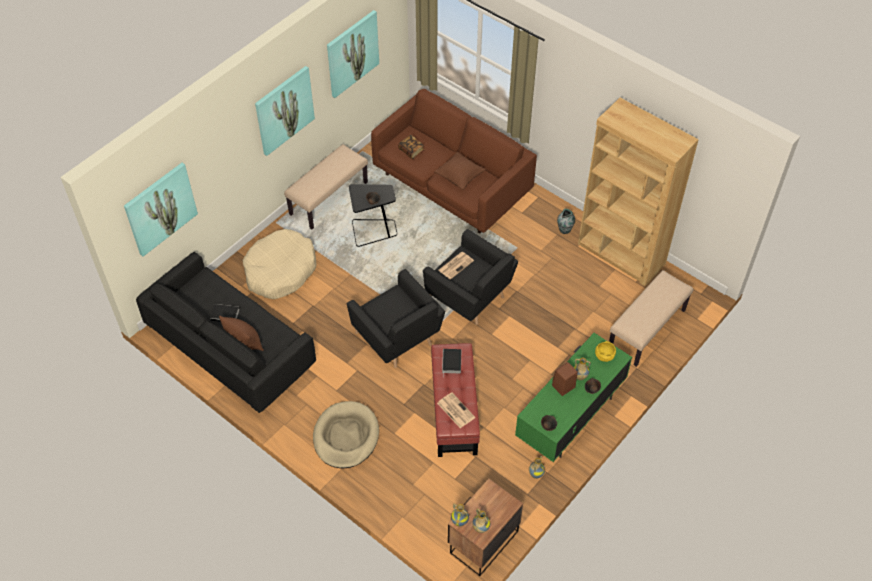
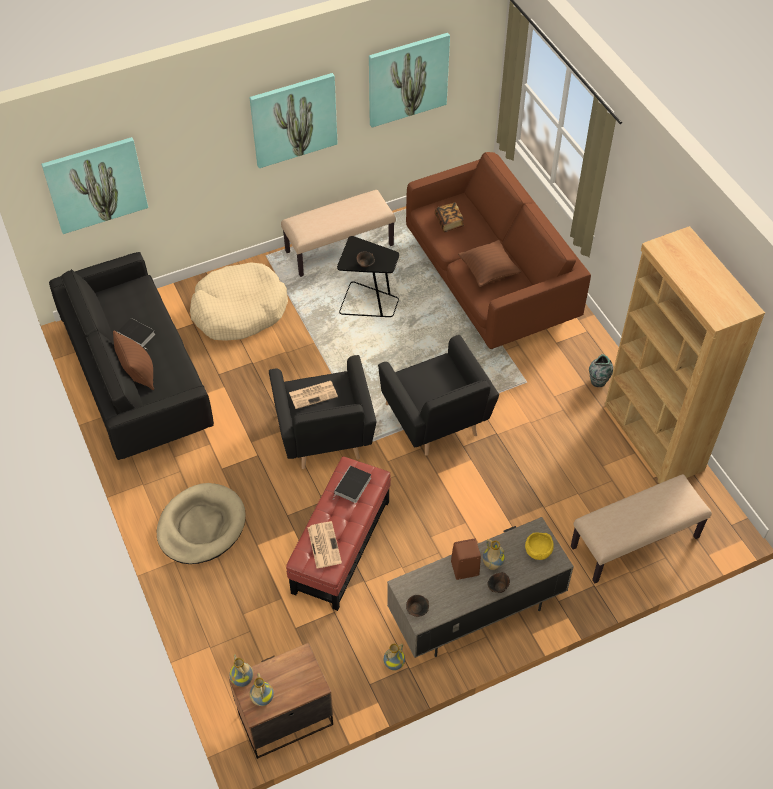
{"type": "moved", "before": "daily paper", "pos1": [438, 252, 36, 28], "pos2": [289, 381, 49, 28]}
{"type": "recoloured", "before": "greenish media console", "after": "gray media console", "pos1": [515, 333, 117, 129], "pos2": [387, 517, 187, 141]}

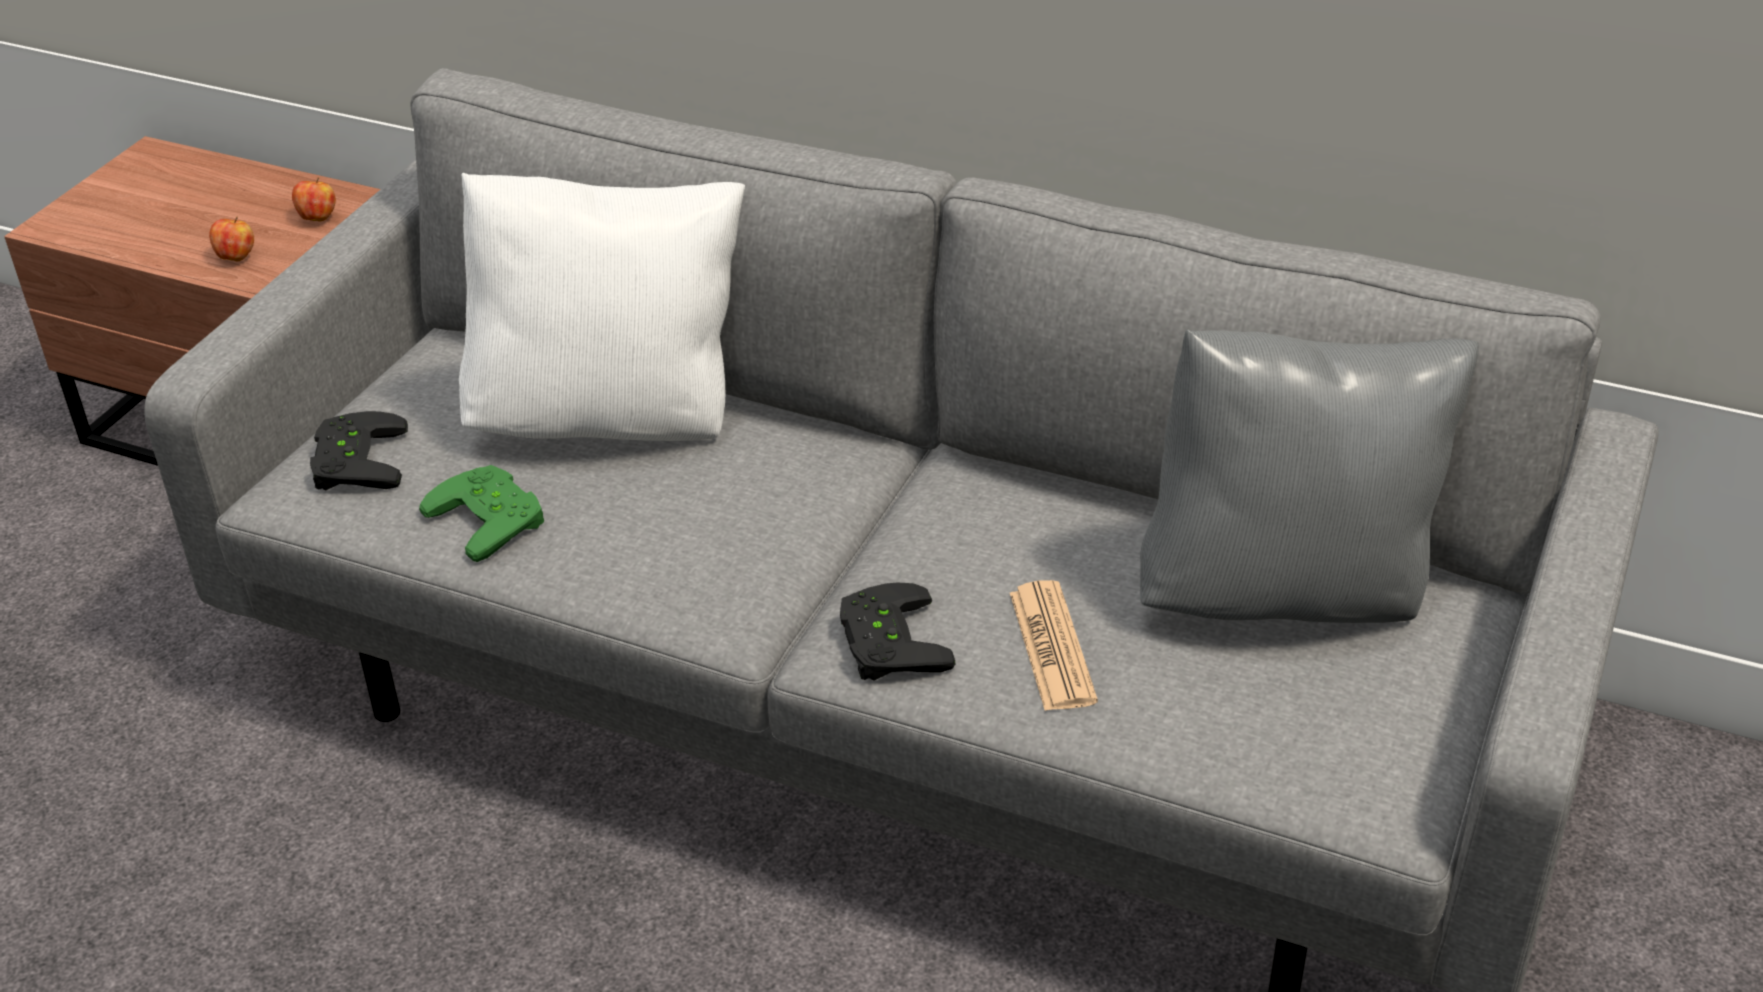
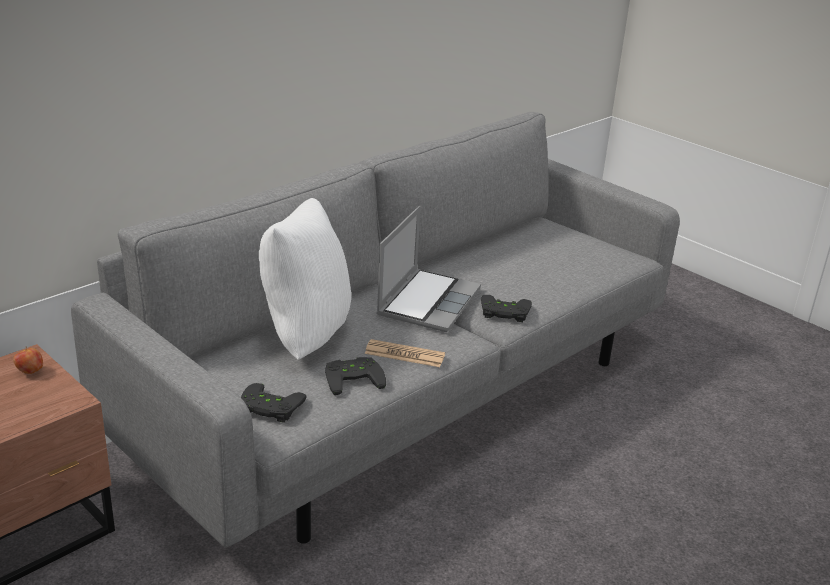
{"type": "recoloured", "before": "greenish joypad", "after": "blackish joypad", "pos1": [419, 465, 125, 97], "pos2": [325, 357, 61, 38]}
{"type": "moved", "before": "daily paper", "pos1": [1010, 580, 88, 131], "pos2": [365, 339, 80, 28]}
{"type": "added", "after": "notebook computer", "pos2": [376, 206, 105, 126]}
{"type": "removed", "before": "apple", "pos1": [209, 216, 45, 45]}
{"type": "removed", "before": "gray pillow", "pos1": [1140, 330, 339, 293]}

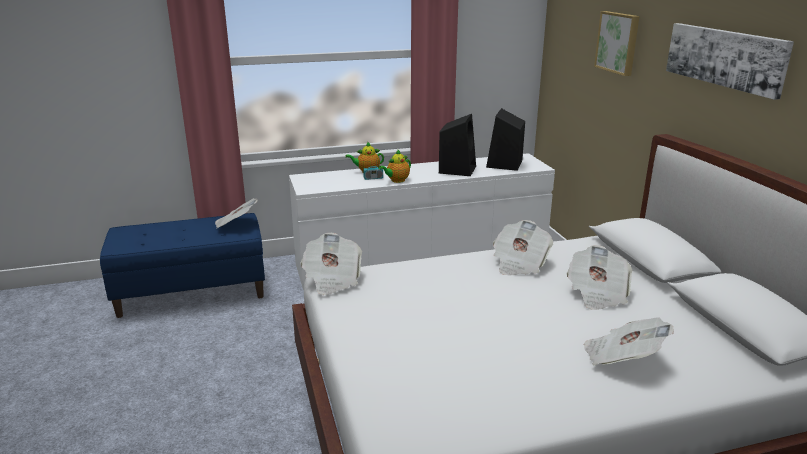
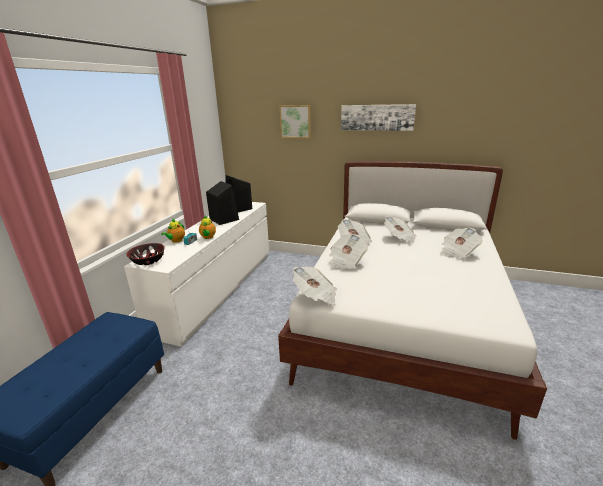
{"type": "added", "after": "deep dish", "pos2": [126, 243, 39, 22]}
{"type": "moved", "before": "daily paper", "pos1": [215, 198, 43, 31], "pos2": [329, 234, 39, 35]}

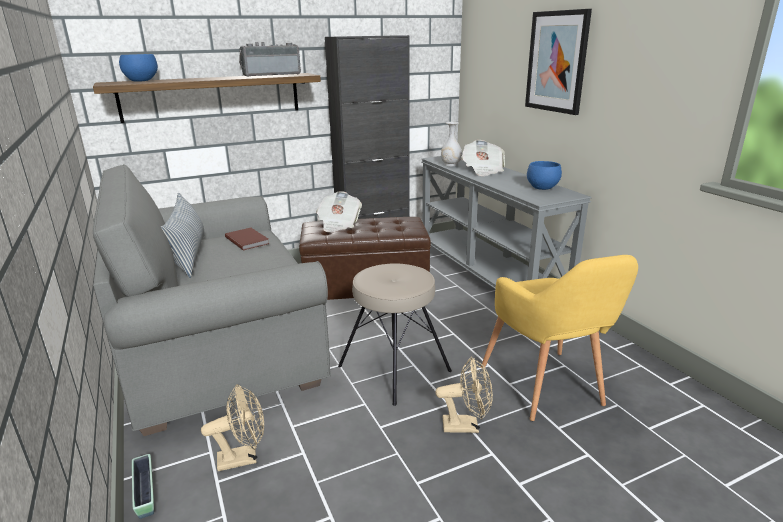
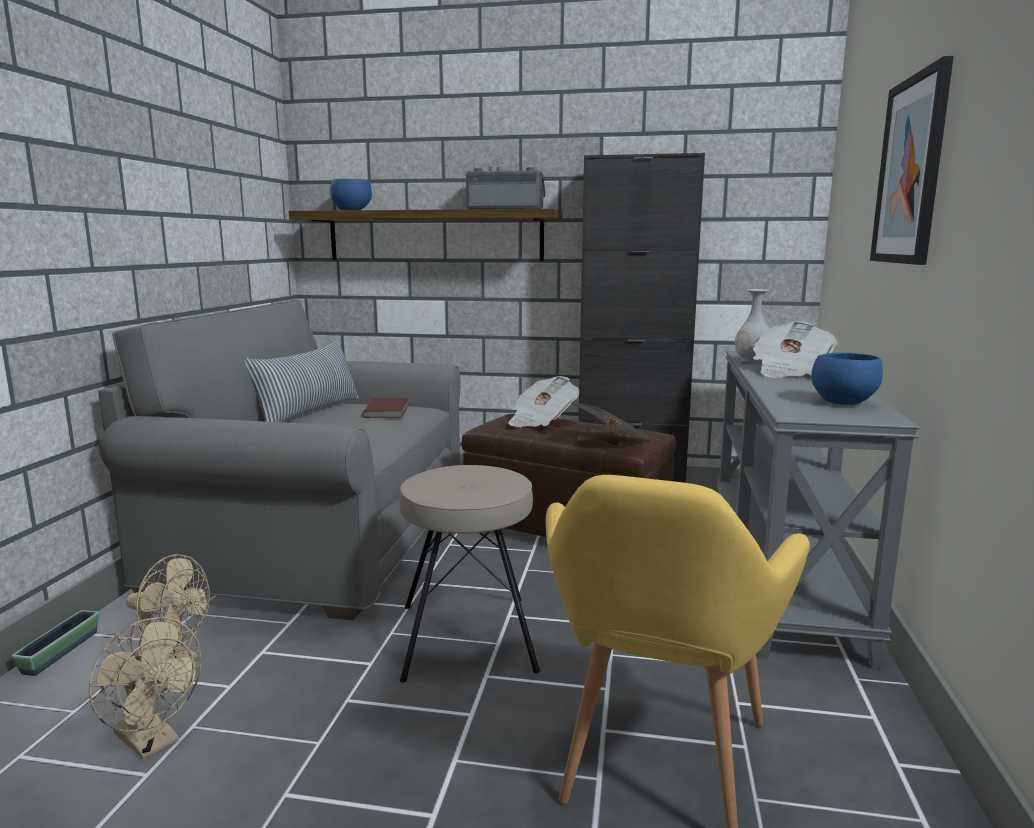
{"type": "moved", "before": "beige-coloured cooling fan", "pos1": [436, 357, 57, 76], "pos2": [88, 617, 114, 143]}
{"type": "added", "after": "daily paper", "pos2": [574, 403, 78, 36]}

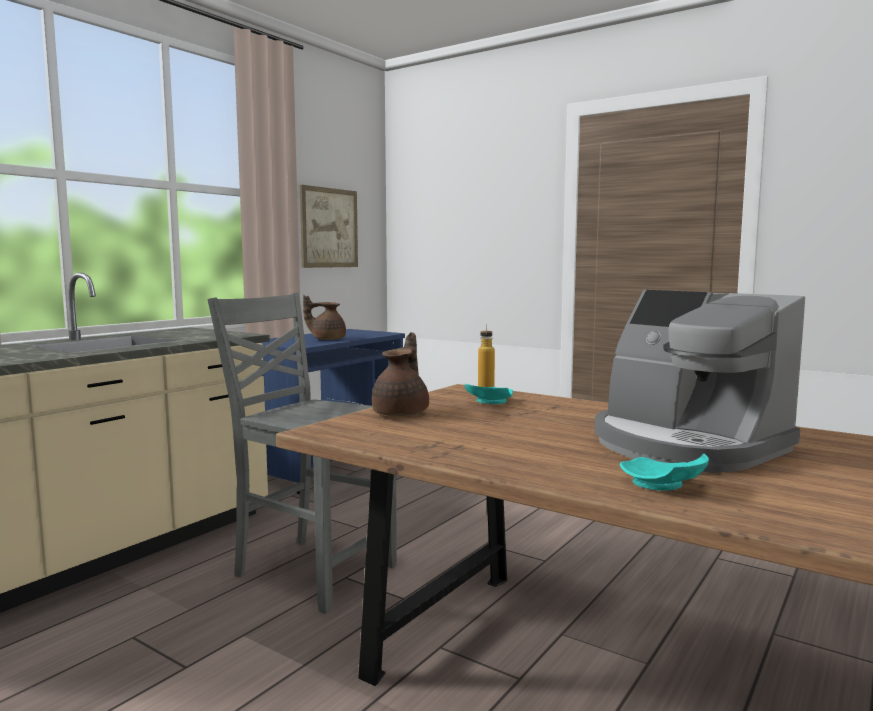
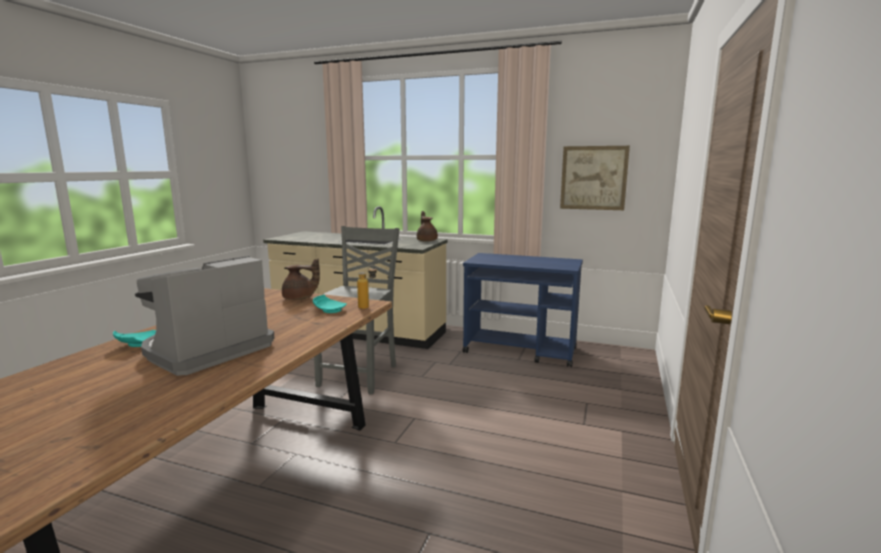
{"type": "moved", "before": "brown tea pot", "pos1": [303, 295, 43, 45], "pos2": [417, 211, 21, 31]}

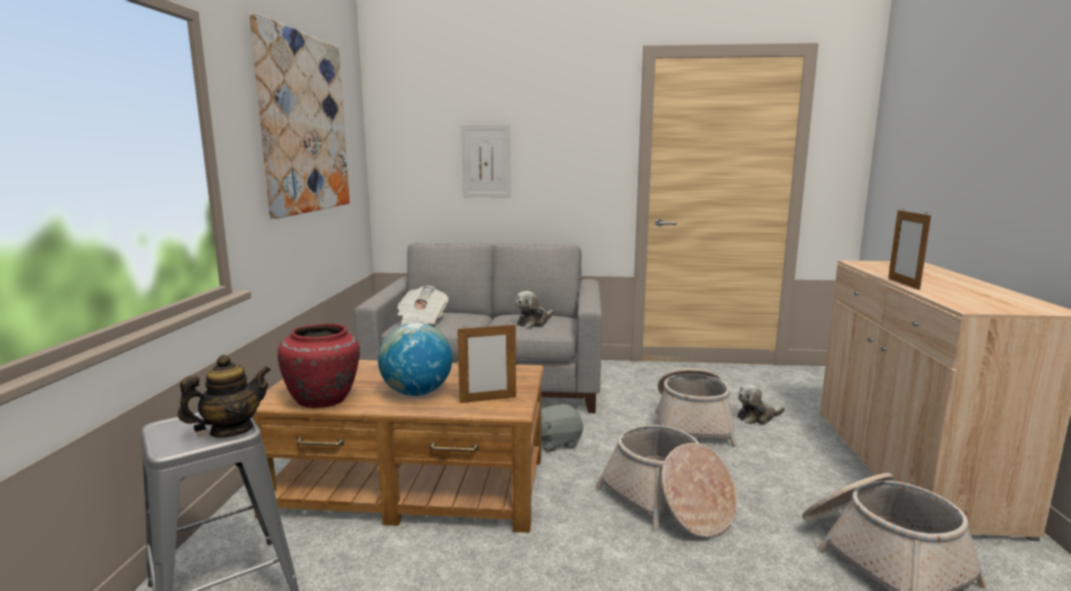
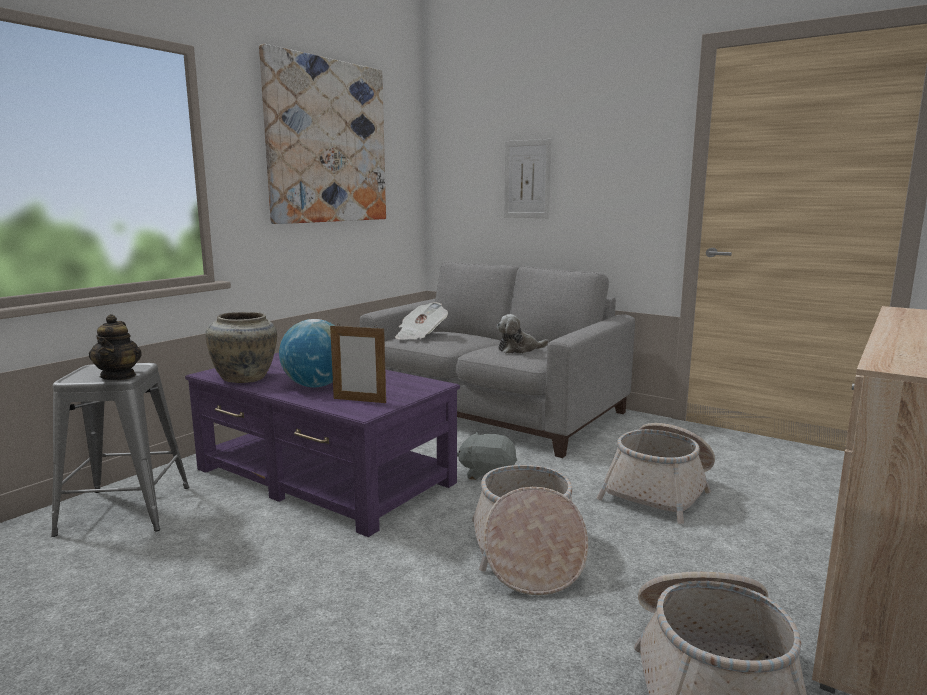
{"type": "turned", "before": "tea pot", "pos1": [178, 355, 93, 83], "pos2": [89, 314, 53, 66], "turn": 90}
{"type": "recoloured", "before": "brown low table", "after": "purplish low table", "pos1": [252, 360, 292, 173], "pos2": [185, 353, 275, 184]}
{"type": "recoloured", "before": "reddish vase", "after": "beige-coloured vase", "pos1": [278, 324, 82, 84], "pos2": [205, 312, 72, 71]}
{"type": "removed", "before": "soft toy", "pos1": [737, 384, 48, 40]}
{"type": "removed", "before": "photo frame", "pos1": [888, 208, 43, 82]}

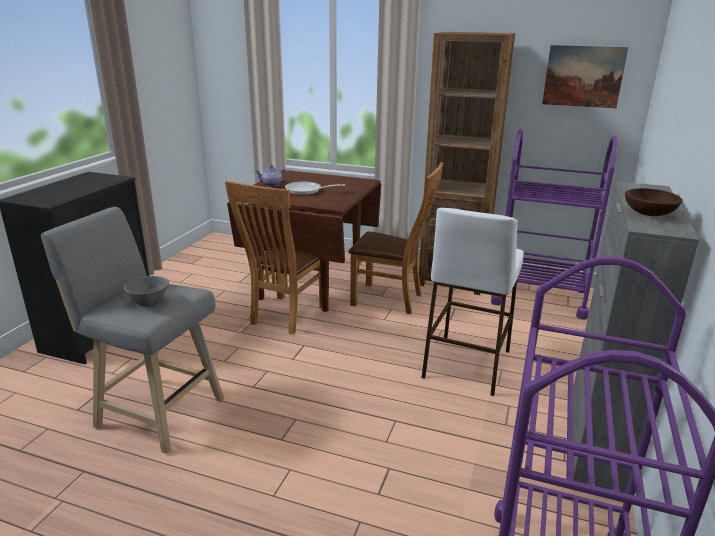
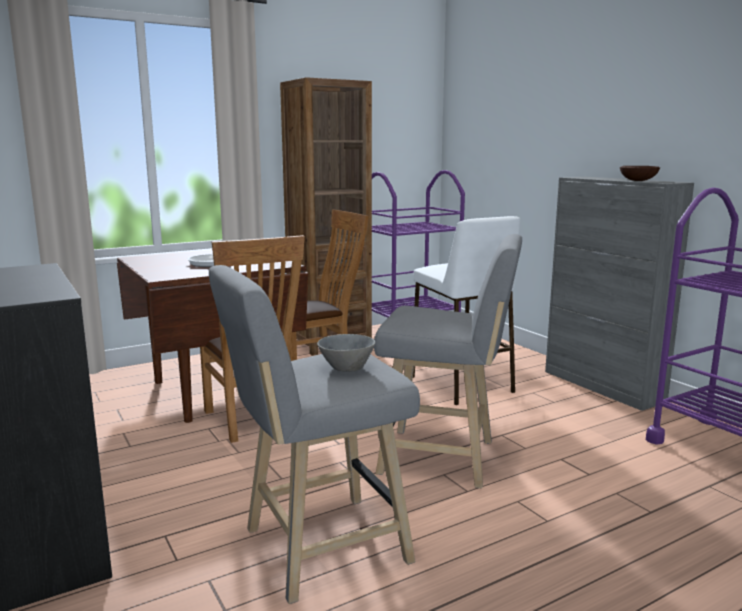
{"type": "added", "after": "gray stool", "pos2": [374, 234, 148, 254]}
{"type": "removed", "before": "tea pot", "pos1": [255, 165, 34, 22]}
{"type": "removed", "before": "wall art", "pos1": [542, 45, 86, 63]}

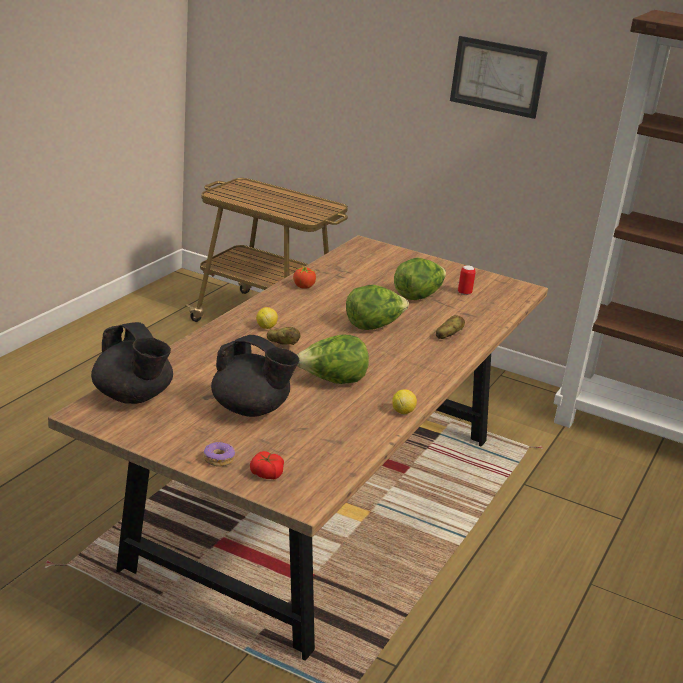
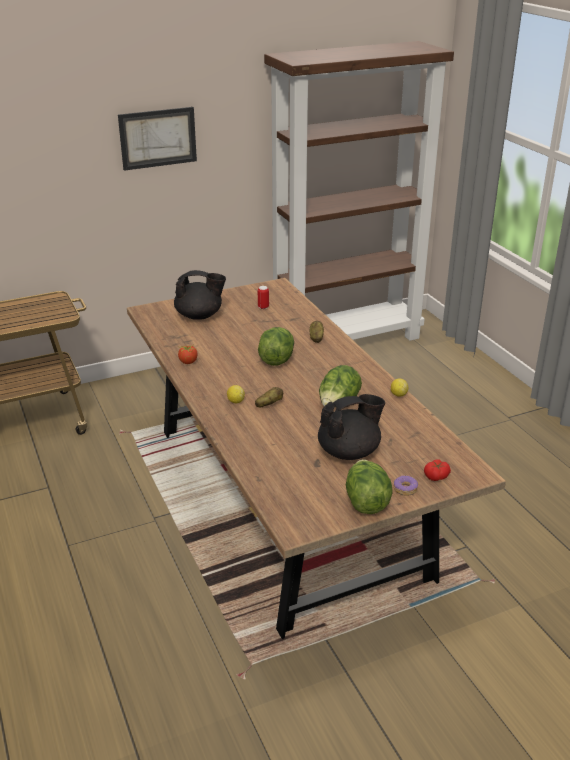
{"type": "moved", "before": "blackish tea pot", "pos1": [91, 322, 82, 82], "pos2": [174, 270, 52, 50]}
{"type": "moved", "before": "head of lettuce", "pos1": [394, 258, 52, 42], "pos2": [346, 459, 47, 55]}

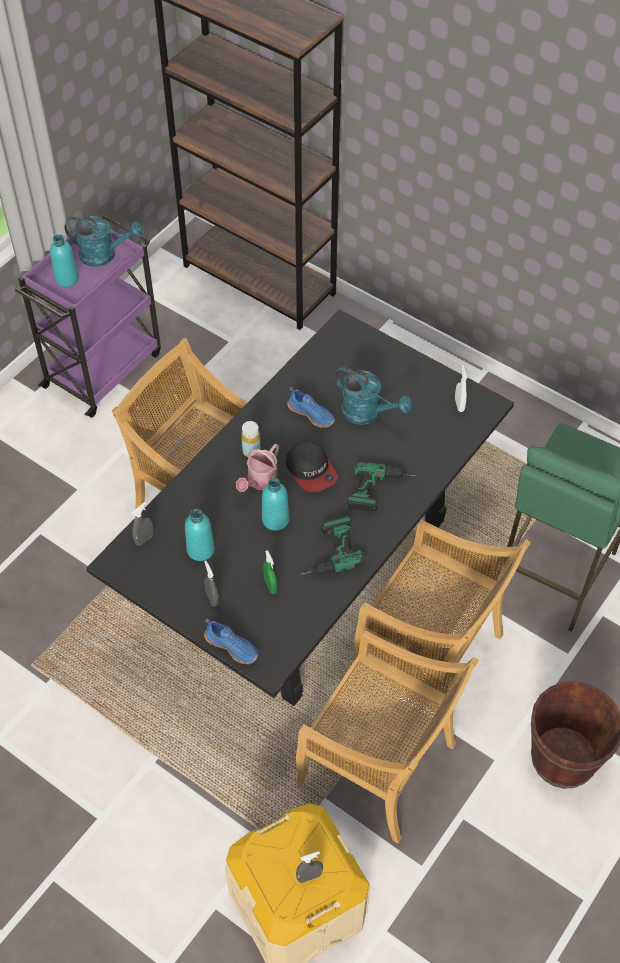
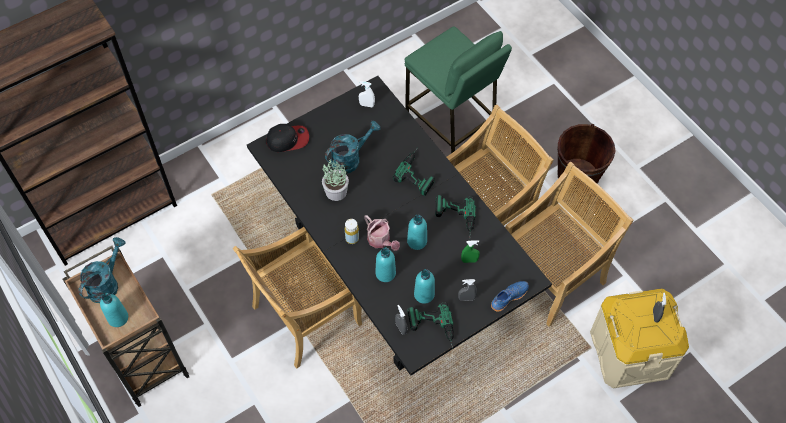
{"type": "recoloured", "before": "purplish wheeled cart", "after": "brown wheeled cart", "pos1": [15, 215, 146, 203], "pos2": [63, 246, 126, 161]}
{"type": "moved", "before": "baseball cap", "pos1": [286, 441, 52, 51], "pos2": [266, 124, 43, 28]}
{"type": "replaced", "before": "bluish item of footwear", "after": "houseplant", "pos1": [287, 387, 48, 41], "pos2": [322, 159, 27, 42]}
{"type": "added", "after": "blue-green beverage bottle", "pos2": [376, 247, 20, 35]}
{"type": "added", "after": "electric drill", "pos2": [408, 302, 46, 47]}

